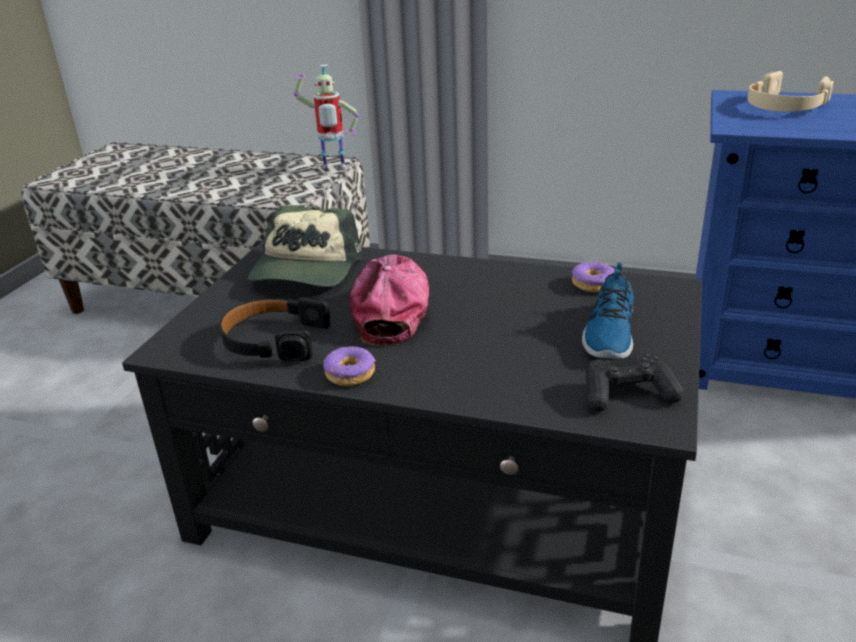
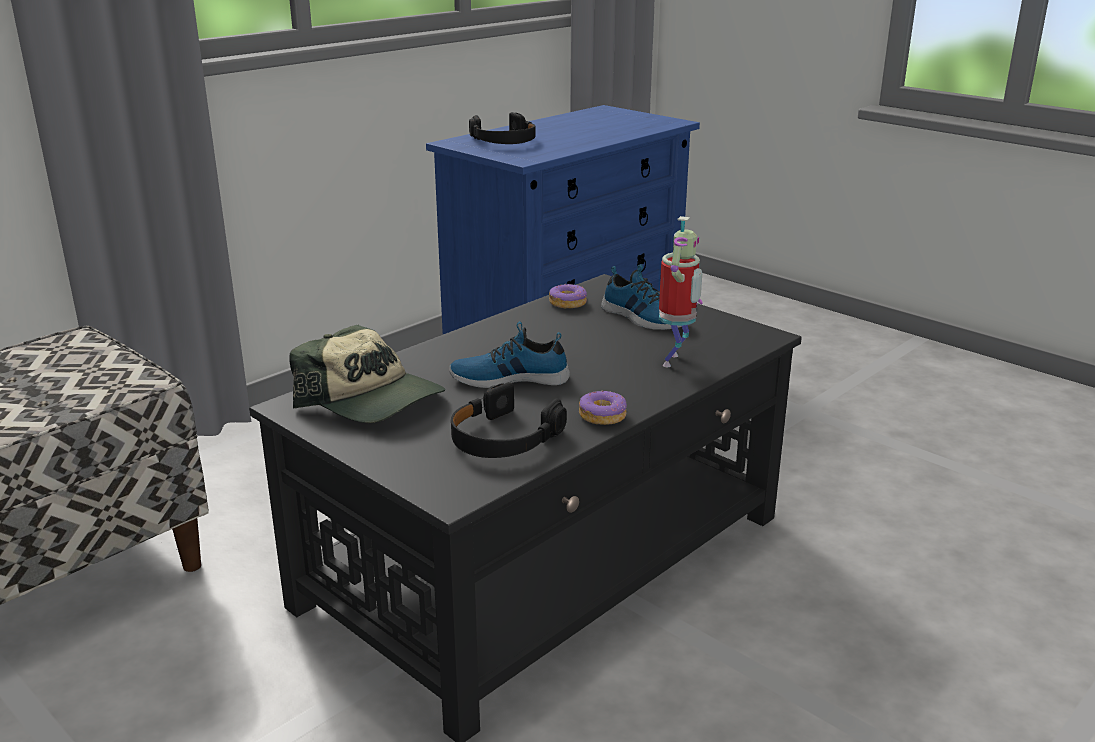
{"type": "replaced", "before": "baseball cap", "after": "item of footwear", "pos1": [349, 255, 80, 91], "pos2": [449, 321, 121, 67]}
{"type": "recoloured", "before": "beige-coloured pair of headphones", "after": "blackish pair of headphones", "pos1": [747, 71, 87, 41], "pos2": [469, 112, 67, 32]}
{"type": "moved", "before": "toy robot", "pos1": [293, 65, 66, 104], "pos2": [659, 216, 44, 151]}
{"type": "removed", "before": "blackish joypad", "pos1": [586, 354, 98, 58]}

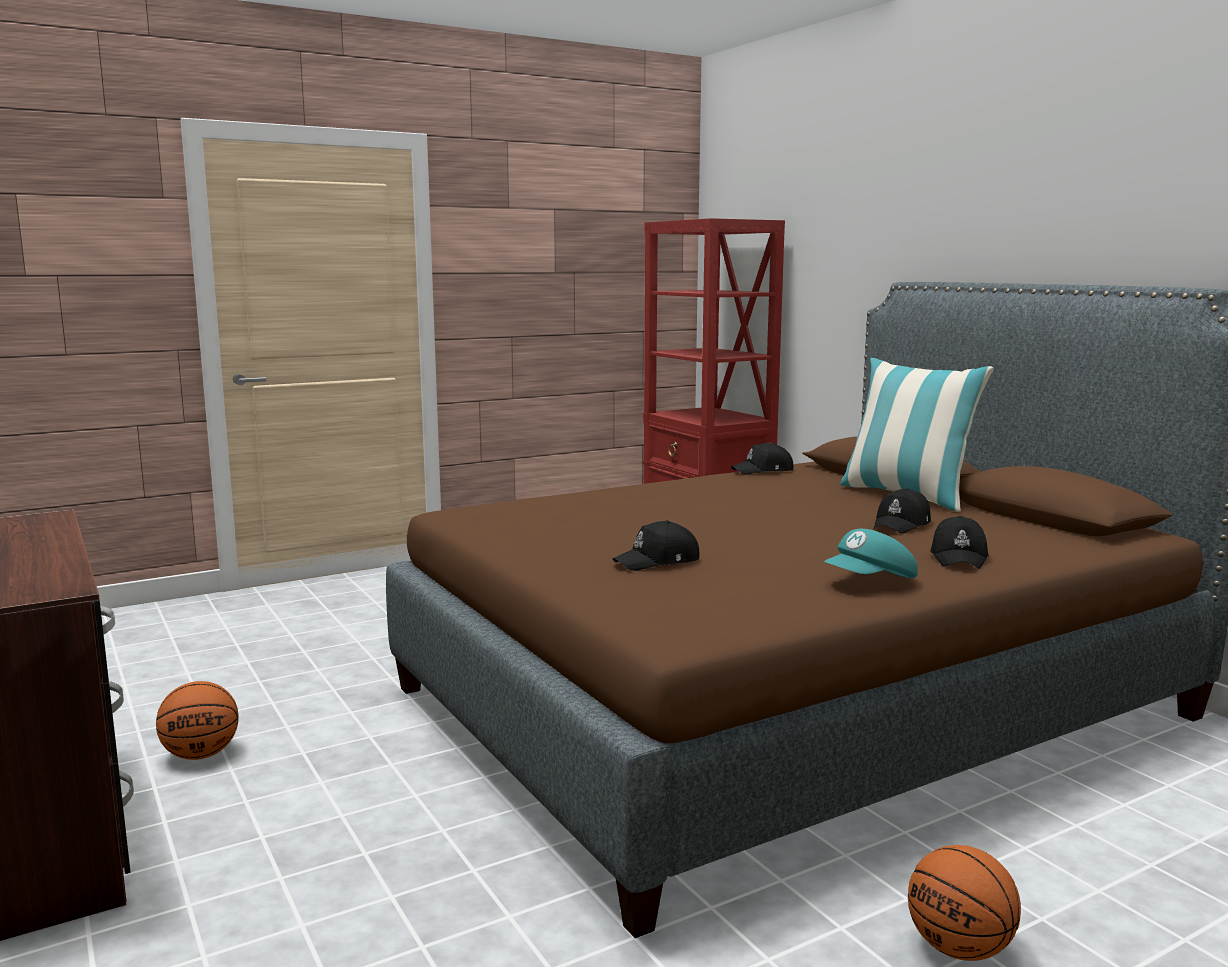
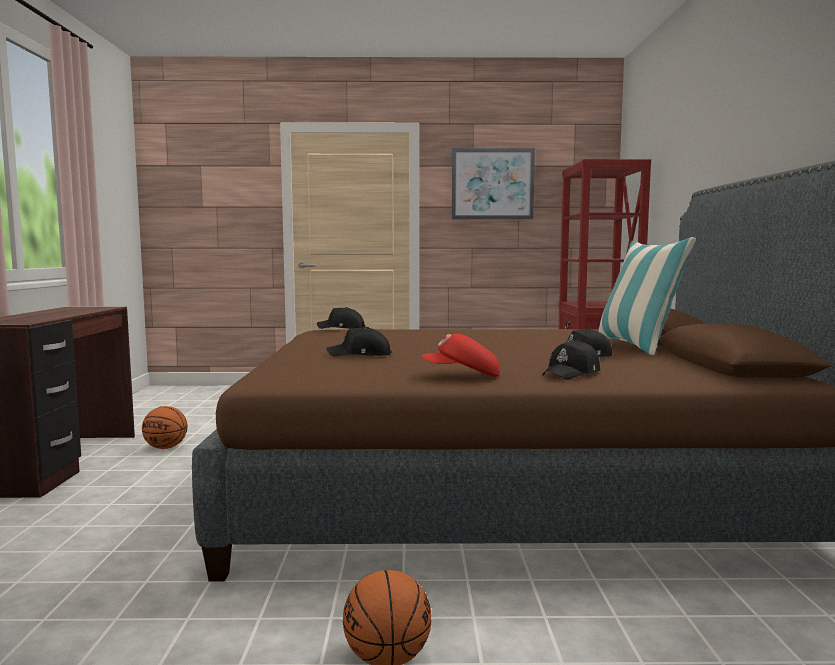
{"type": "moved", "before": "blackish baseball cap", "pos1": [731, 442, 62, 33], "pos2": [317, 307, 48, 22]}
{"type": "recoloured", "before": "blue-green baseball cap", "after": "reddish baseball cap", "pos1": [824, 529, 94, 49], "pos2": [421, 334, 79, 43]}
{"type": "added", "after": "wall art", "pos2": [452, 148, 83, 71]}

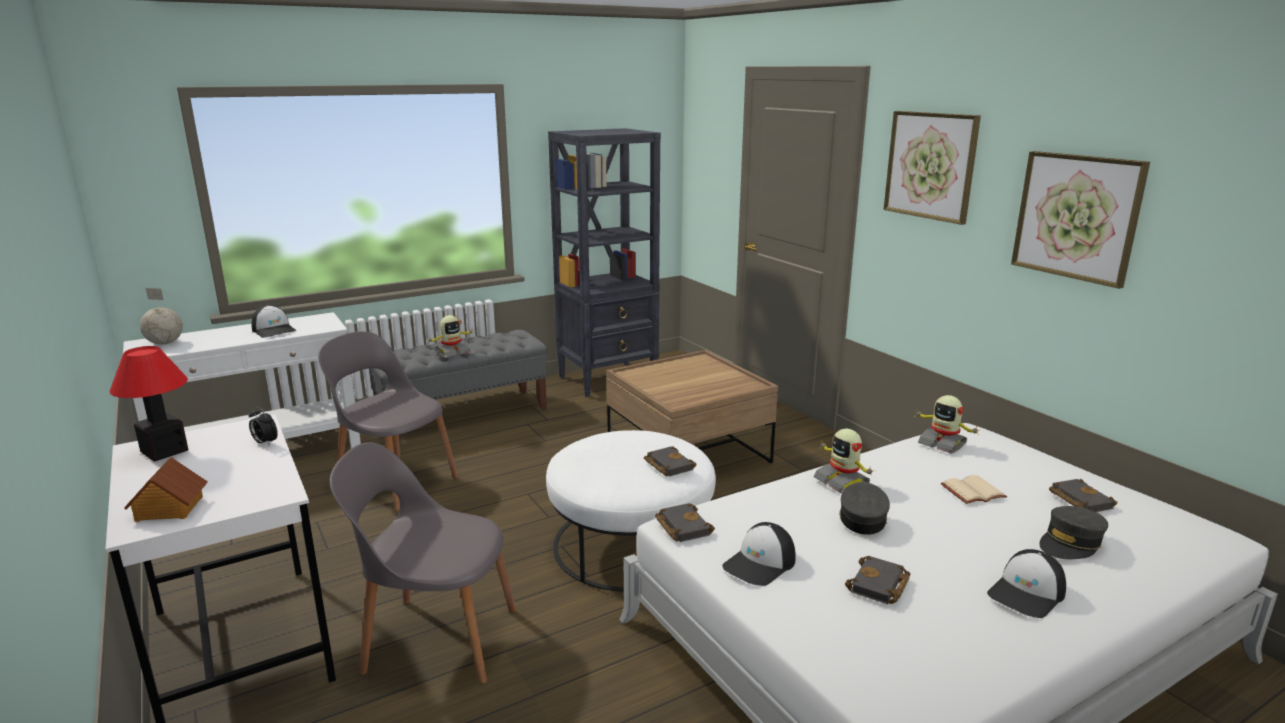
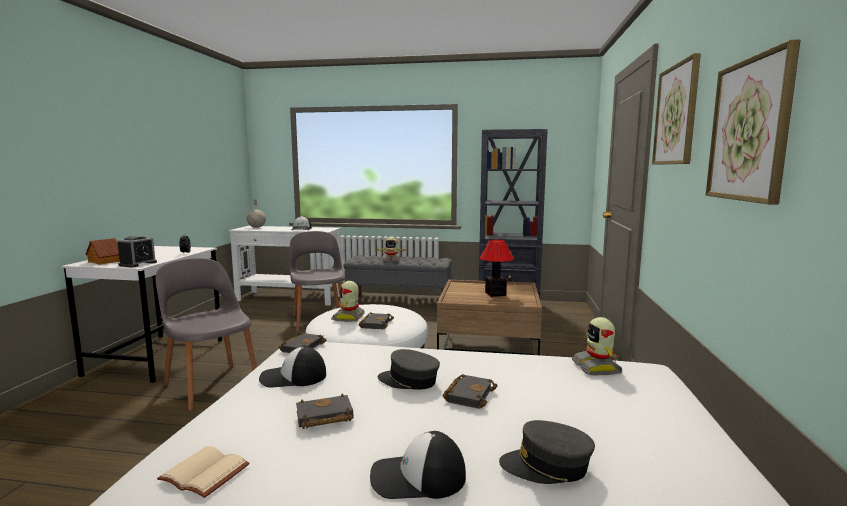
{"type": "added", "after": "table clock", "pos2": [117, 236, 40, 32]}
{"type": "moved", "before": "beige-coloured bound book", "pos1": [941, 475, 66, 29], "pos2": [157, 446, 92, 52]}
{"type": "moved", "before": "toy robot", "pos1": [814, 429, 59, 64], "pos2": [331, 281, 34, 41]}
{"type": "turned", "before": "gray baseball cap", "pos1": [839, 482, 51, 53], "pos2": [378, 349, 62, 41], "turn": -120}
{"type": "moved", "before": "blackish bound book", "pos1": [1049, 479, 68, 33], "pos2": [443, 374, 54, 35]}
{"type": "moved", "before": "tabletop lamp", "pos1": [110, 346, 79, 115], "pos2": [480, 240, 34, 57]}

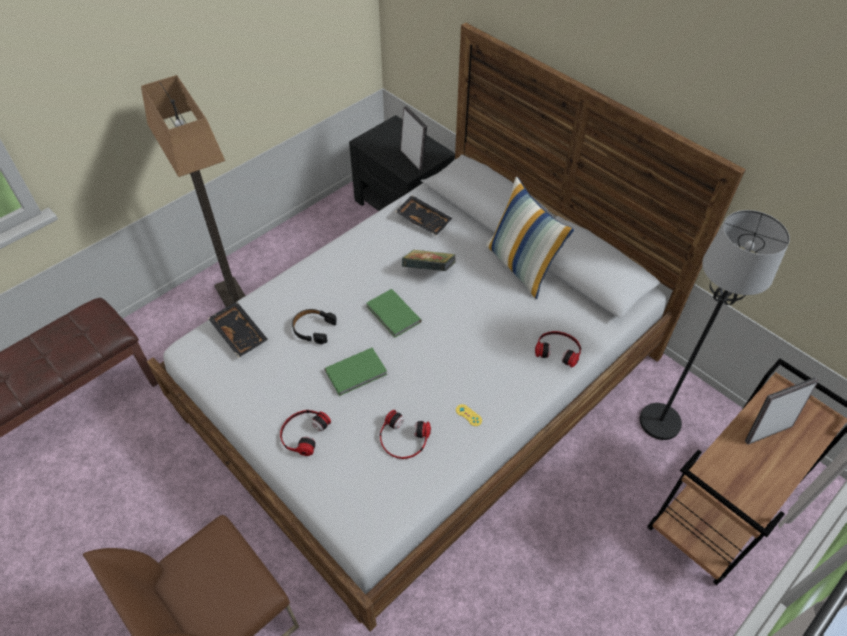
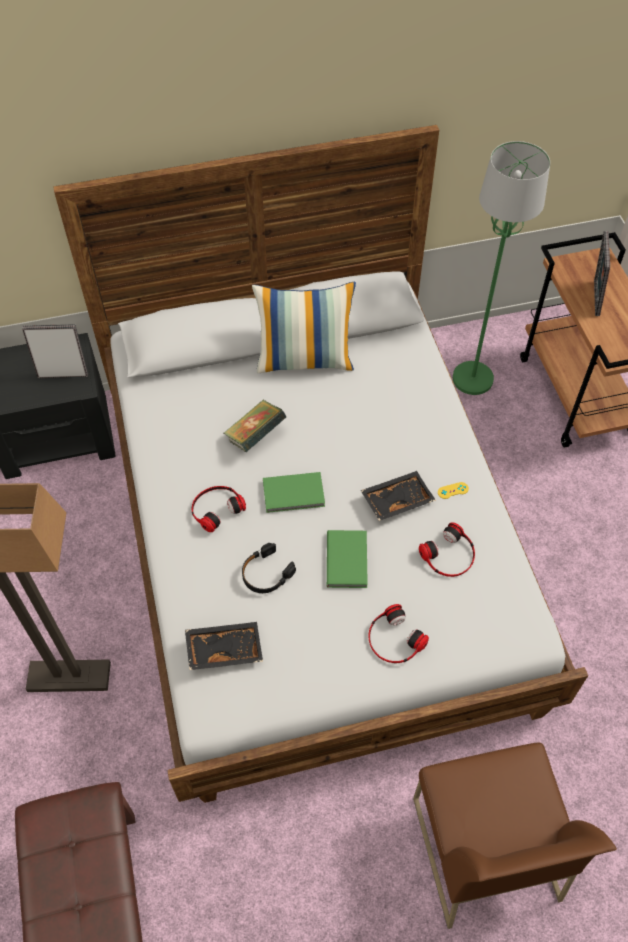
{"type": "moved", "before": "pair of headphones", "pos1": [535, 331, 46, 36], "pos2": [192, 486, 54, 46]}
{"type": "moved", "before": "blackish tray", "pos1": [395, 195, 57, 41], "pos2": [361, 471, 75, 50]}
{"type": "recoloured", "before": "blackish standard lamp", "after": "greenish standard lamp", "pos1": [640, 210, 150, 230], "pos2": [453, 141, 97, 254]}

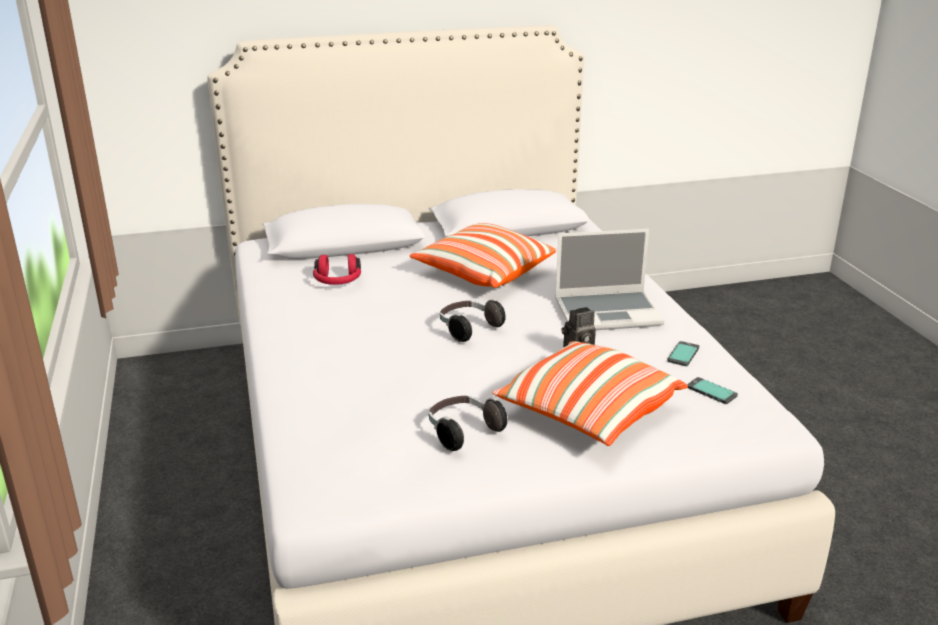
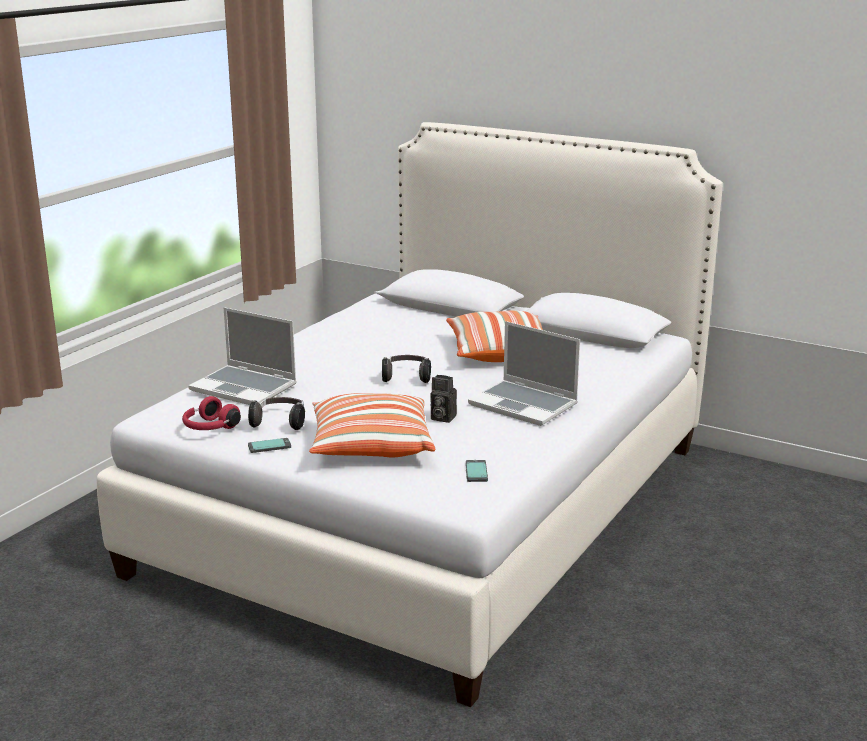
{"type": "moved", "before": "reddish pair of headphones", "pos1": [313, 254, 48, 31], "pos2": [182, 396, 59, 34]}
{"type": "added", "after": "notebook computer", "pos2": [188, 307, 109, 98]}
{"type": "moved", "before": "phone", "pos1": [667, 341, 32, 25], "pos2": [248, 438, 43, 15]}

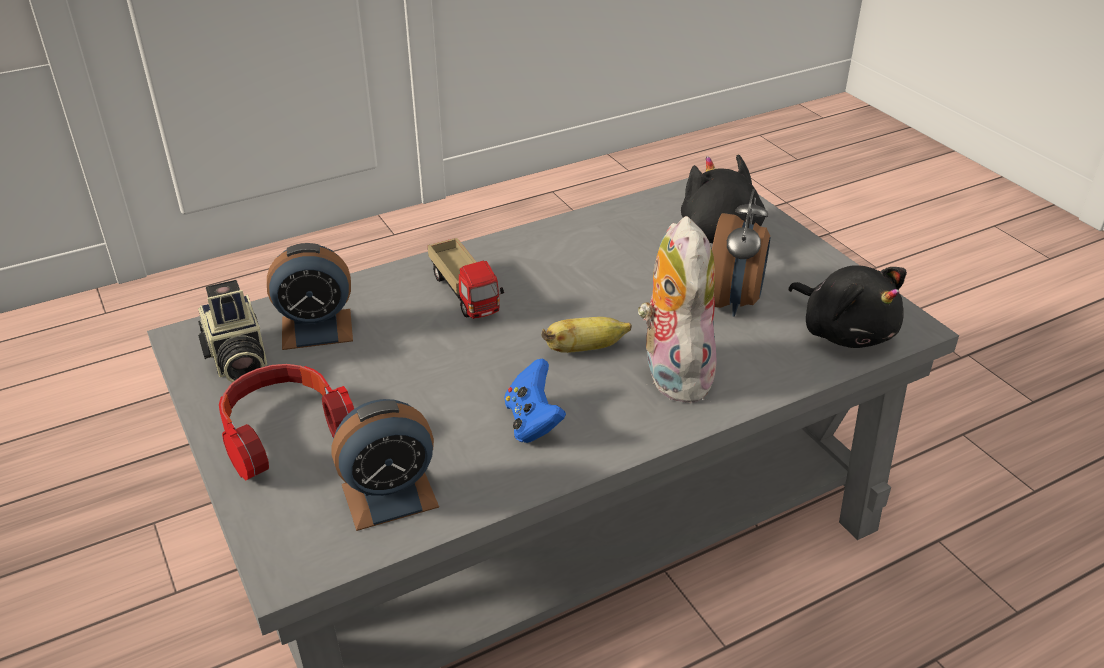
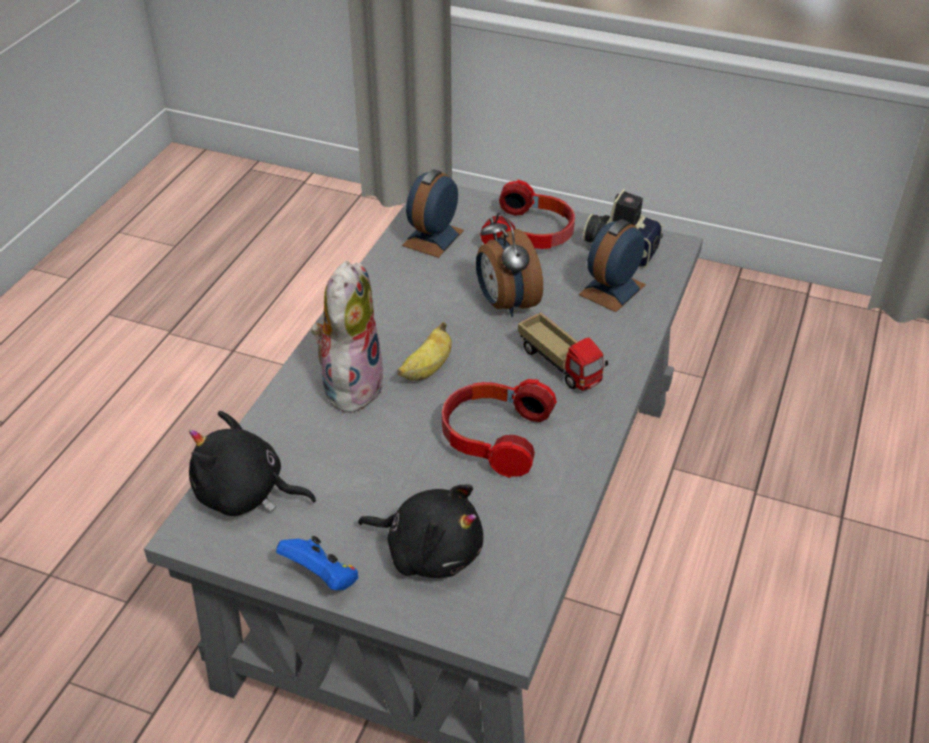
{"type": "moved", "before": "bluish joypad", "pos1": [504, 358, 62, 85], "pos2": [276, 536, 82, 54]}
{"type": "turned", "before": "soft toy", "pos1": [638, 216, 80, 187], "pos2": [311, 261, 73, 152], "turn": -120}
{"type": "added", "after": "pair of headphones", "pos2": [442, 379, 115, 99]}
{"type": "moved", "before": "table clock", "pos1": [712, 189, 58, 128], "pos2": [476, 212, 67, 105]}
{"type": "turned", "before": "toy truck", "pos1": [428, 238, 76, 81], "pos2": [518, 313, 90, 78], "turn": -150}

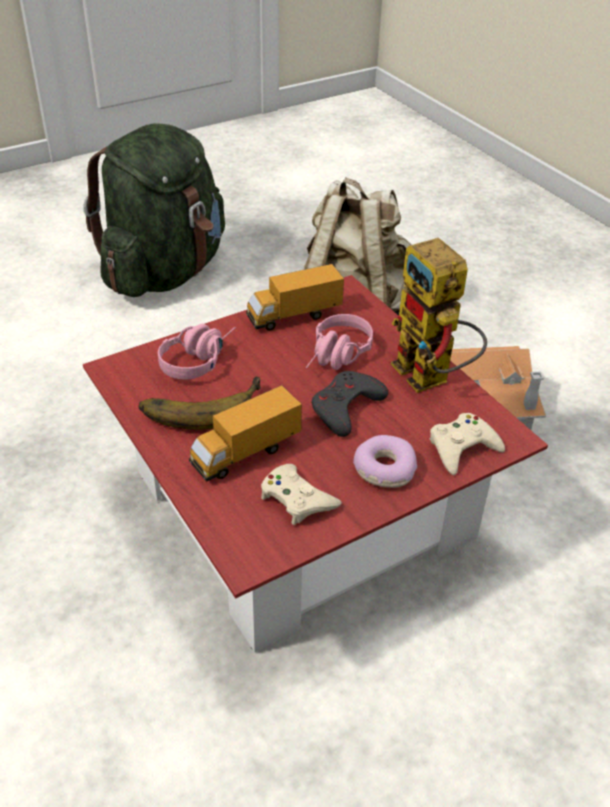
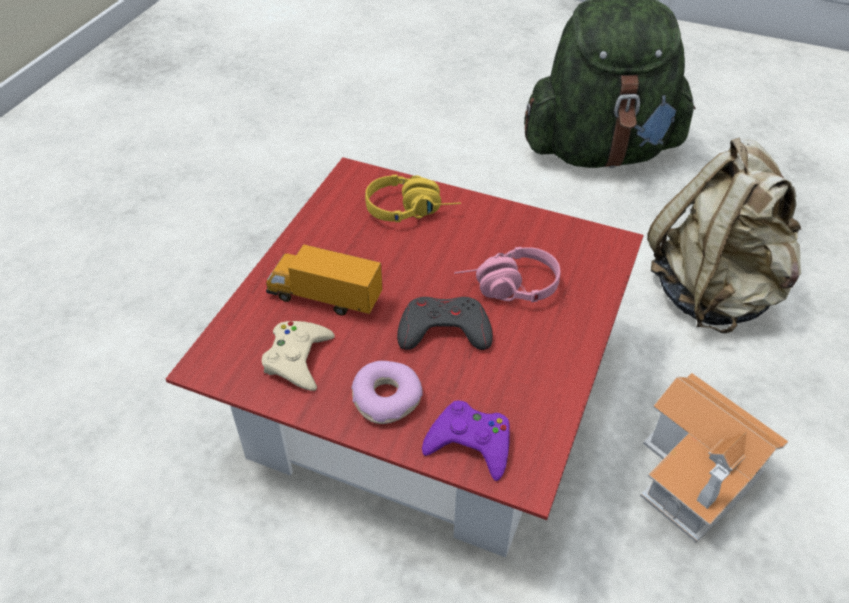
{"type": "recoloured", "before": "pink-coloured pair of headphones", "after": "yellow pair of headphones", "pos1": [158, 324, 78, 55], "pos2": [365, 175, 96, 47]}
{"type": "recoloured", "before": "beige-coloured joypad", "after": "purplish joypad", "pos1": [430, 413, 75, 62], "pos2": [422, 401, 88, 80]}
{"type": "removed", "before": "banana", "pos1": [138, 376, 123, 54]}
{"type": "removed", "before": "toy truck", "pos1": [246, 264, 98, 67]}
{"type": "removed", "before": "toy robot", "pos1": [391, 238, 96, 155]}

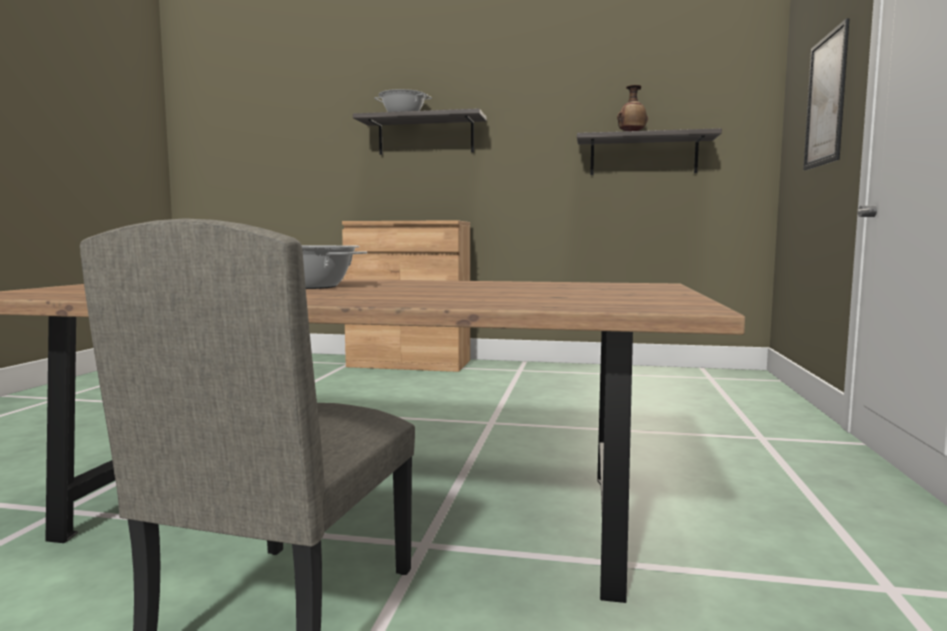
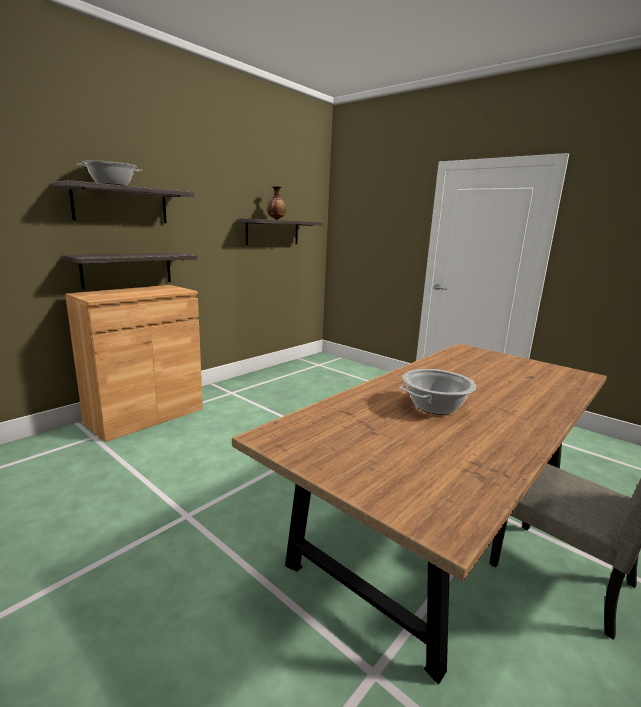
{"type": "added", "after": "bracket shelf", "pos2": [64, 253, 134, 36]}
{"type": "removed", "before": "wall art", "pos1": [803, 18, 47, 152]}

